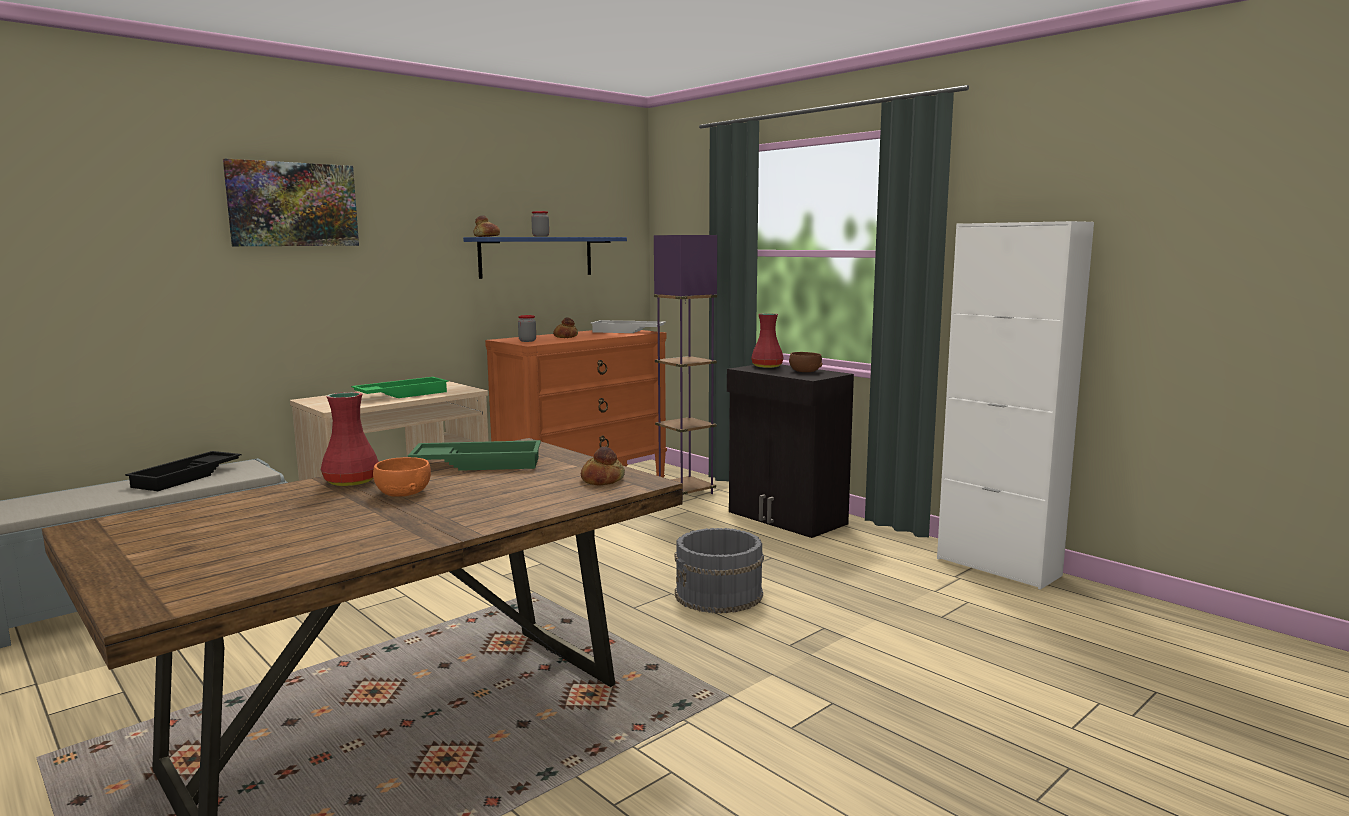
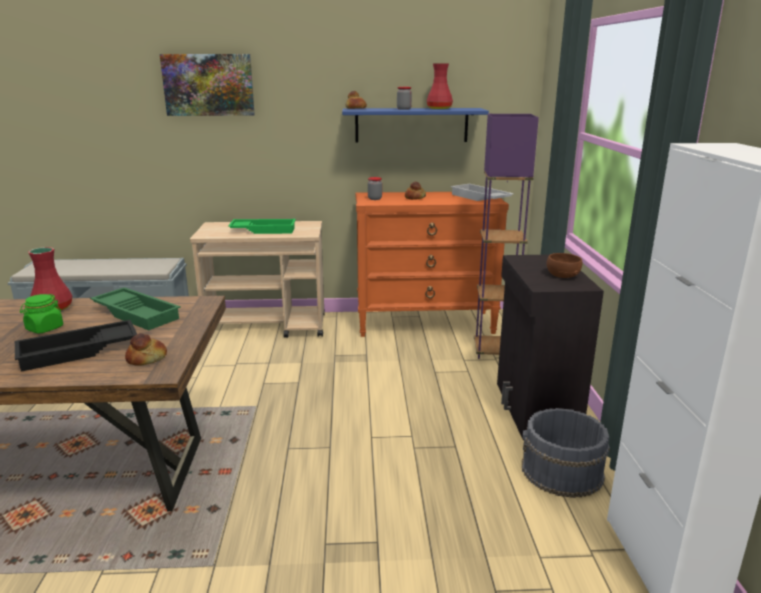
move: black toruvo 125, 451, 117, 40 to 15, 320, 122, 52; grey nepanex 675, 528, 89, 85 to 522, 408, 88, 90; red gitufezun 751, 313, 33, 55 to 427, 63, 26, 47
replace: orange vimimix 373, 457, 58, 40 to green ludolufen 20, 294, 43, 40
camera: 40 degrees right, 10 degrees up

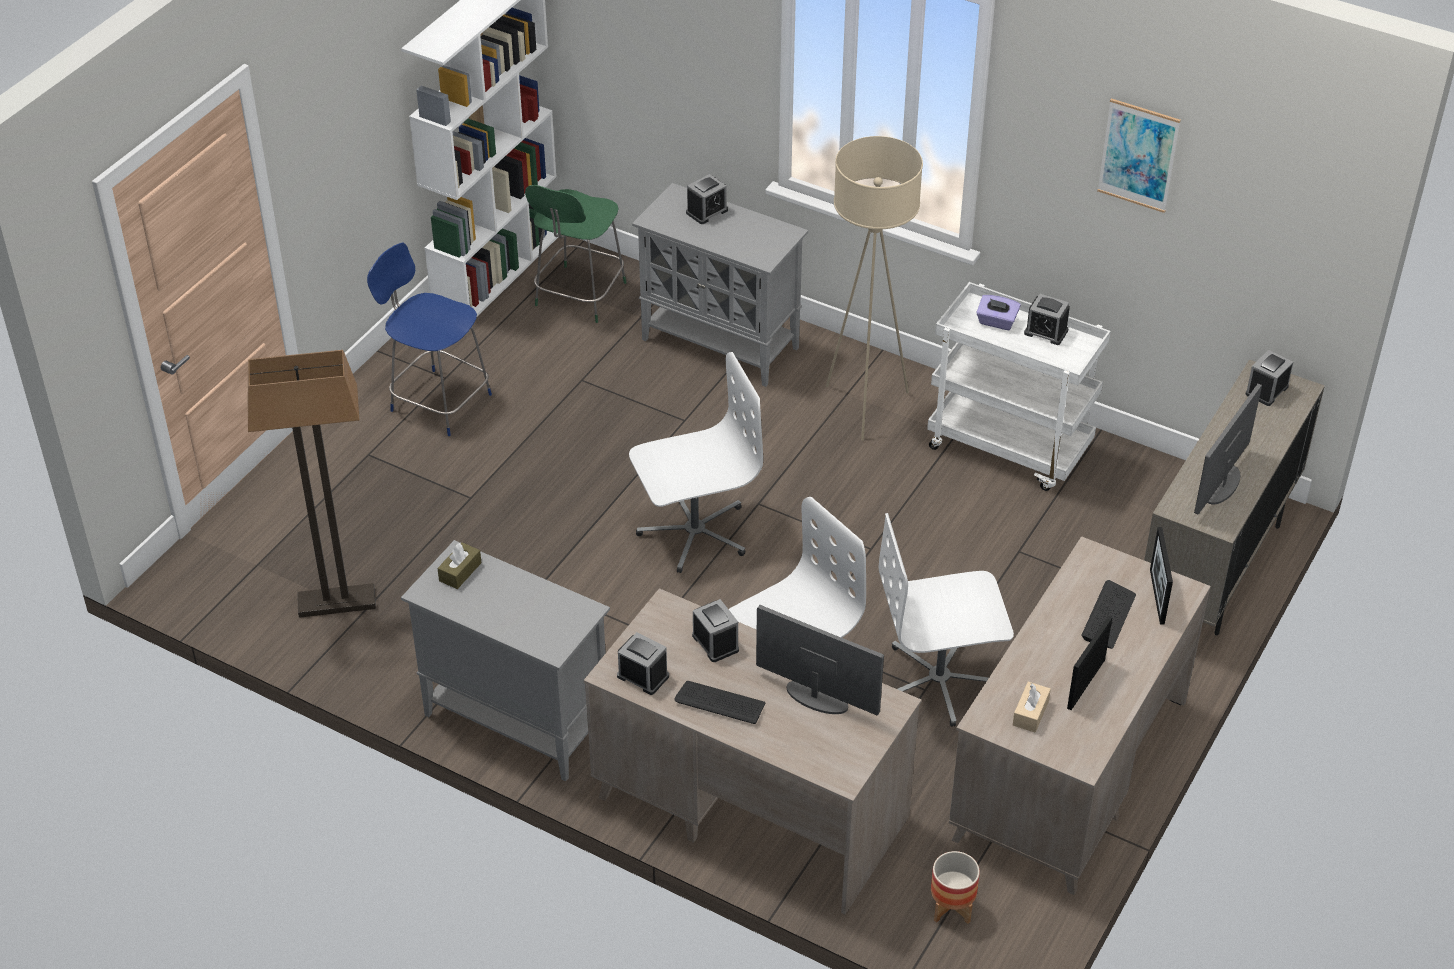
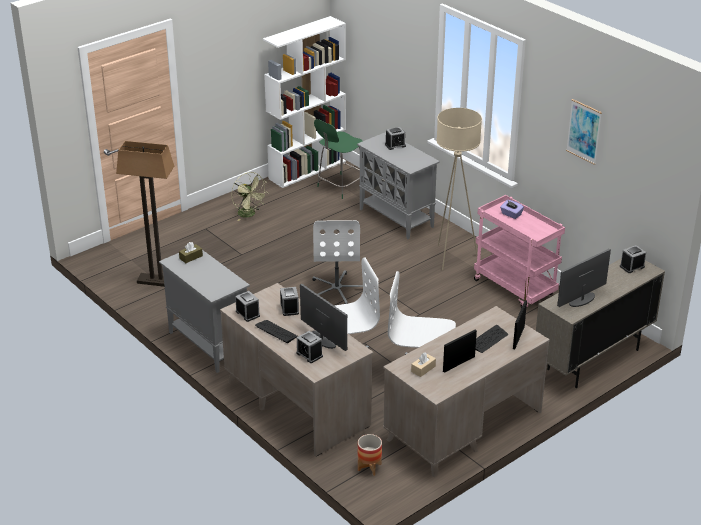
move: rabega 1024, 294, 46, 51 to 296, 331, 27, 32
replace: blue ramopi 367, 242, 125, 194 to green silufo 232, 172, 36, 49
recolor: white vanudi 927, 282, 184, 209 to pink vanudi 474, 195, 91, 113
rotate: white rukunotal 629, 352, 134, 221 = 312, 220, 51, 84 90 degrees clockwise
camera: 20 degrees right, 10 degrees down

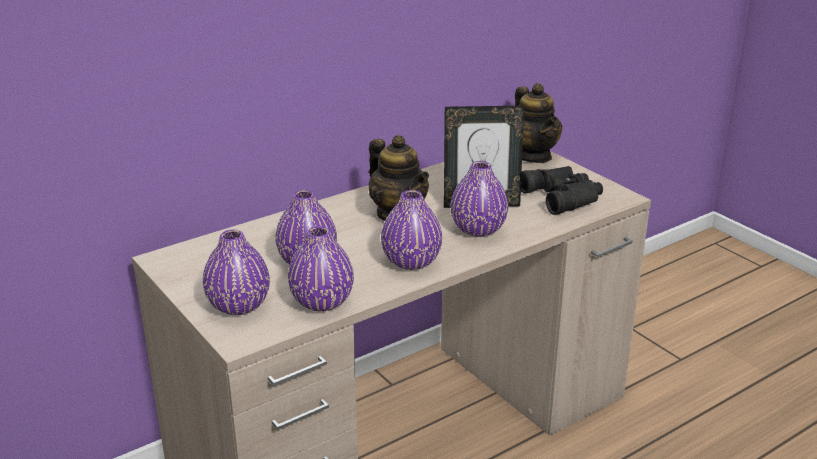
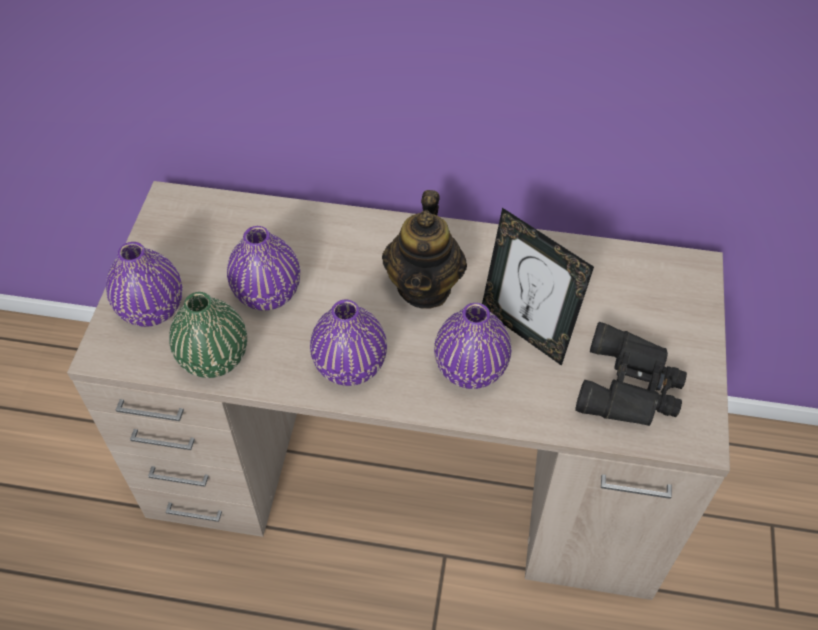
delete: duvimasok 515, 83, 48, 80
recolor: purple gitufezun 288, 226, 66, 86 to green gitufezun 169, 292, 78, 86
camera: 45 degrees right, 25 degrees up

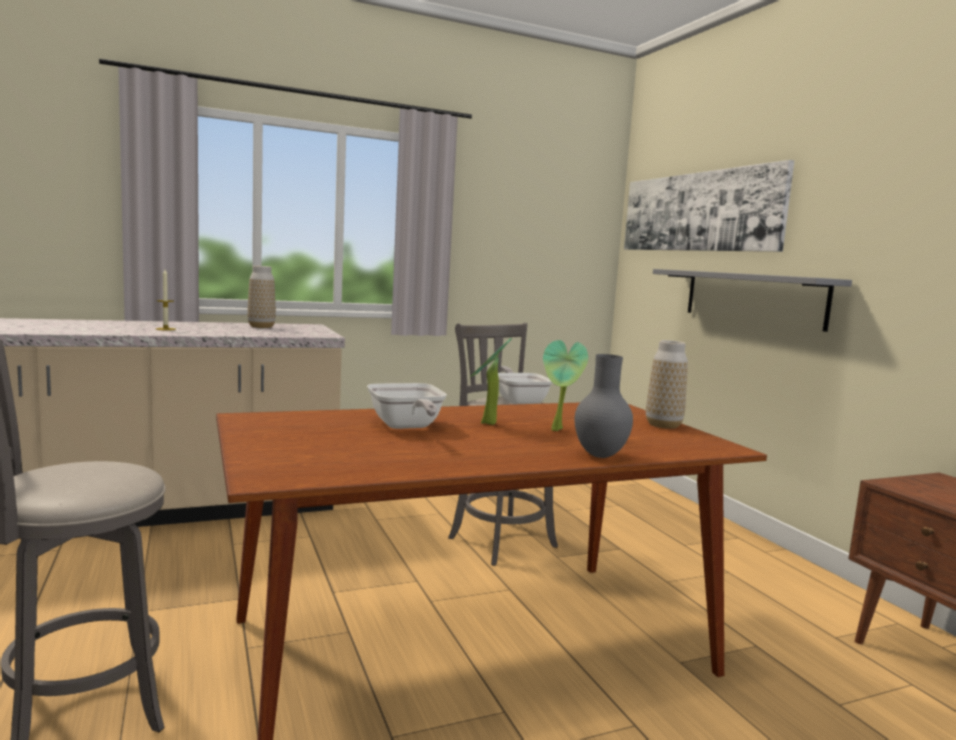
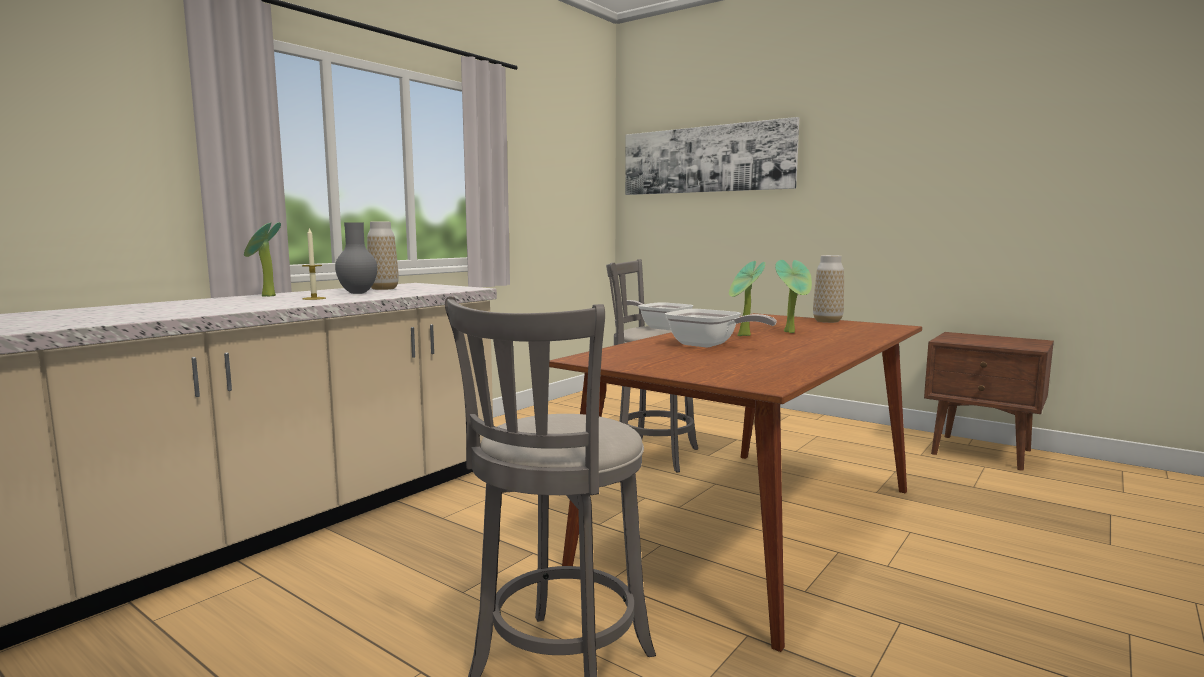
delete: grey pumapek 653, 269, 199, 63
insert: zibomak 244, 222, 37, 75
move: grey gitufezun 575, 354, 58, 104 to 335, 223, 42, 71
camera: 30 degrees left, 0 degrees up

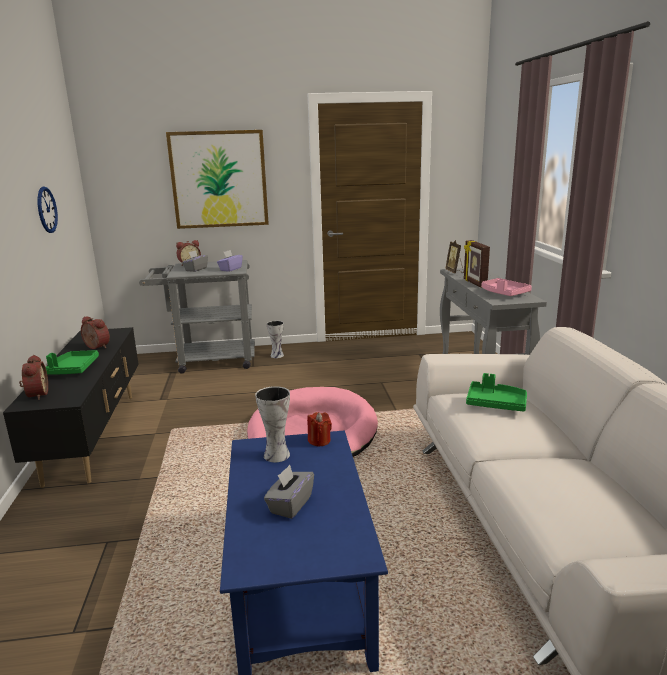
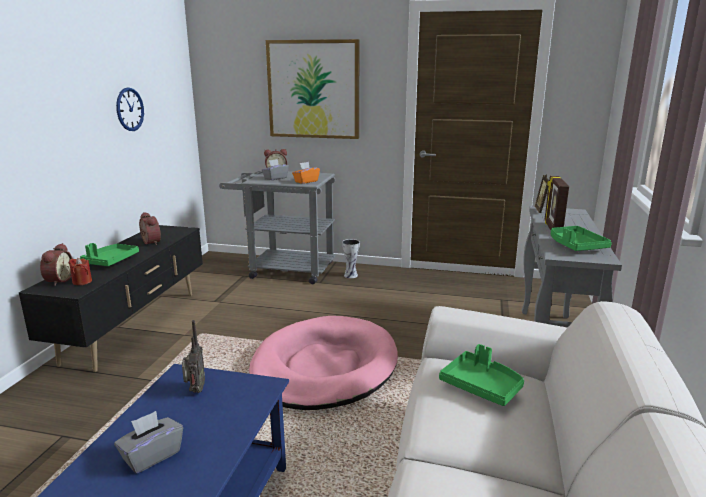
move: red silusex 307, 412, 25, 34 to 69, 258, 23, 27
replace: gitufezun 255, 386, 35, 76 to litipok 182, 320, 23, 73
recolor: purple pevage 217, 250, 26, 22 to orange pevage 292, 162, 28, 22; pink toruvo 481, 278, 51, 18 to green toruvo 551, 226, 61, 25
camera: 20 degrees right, 0 degrees up

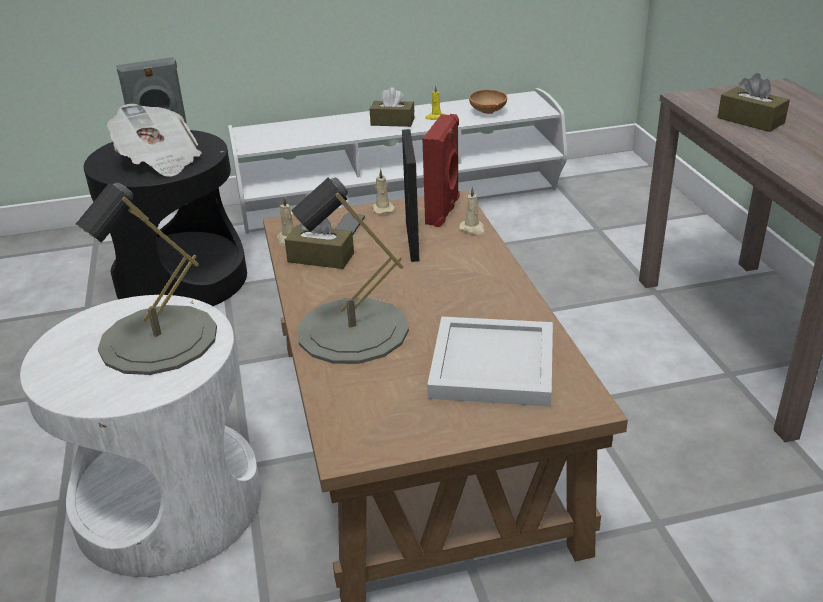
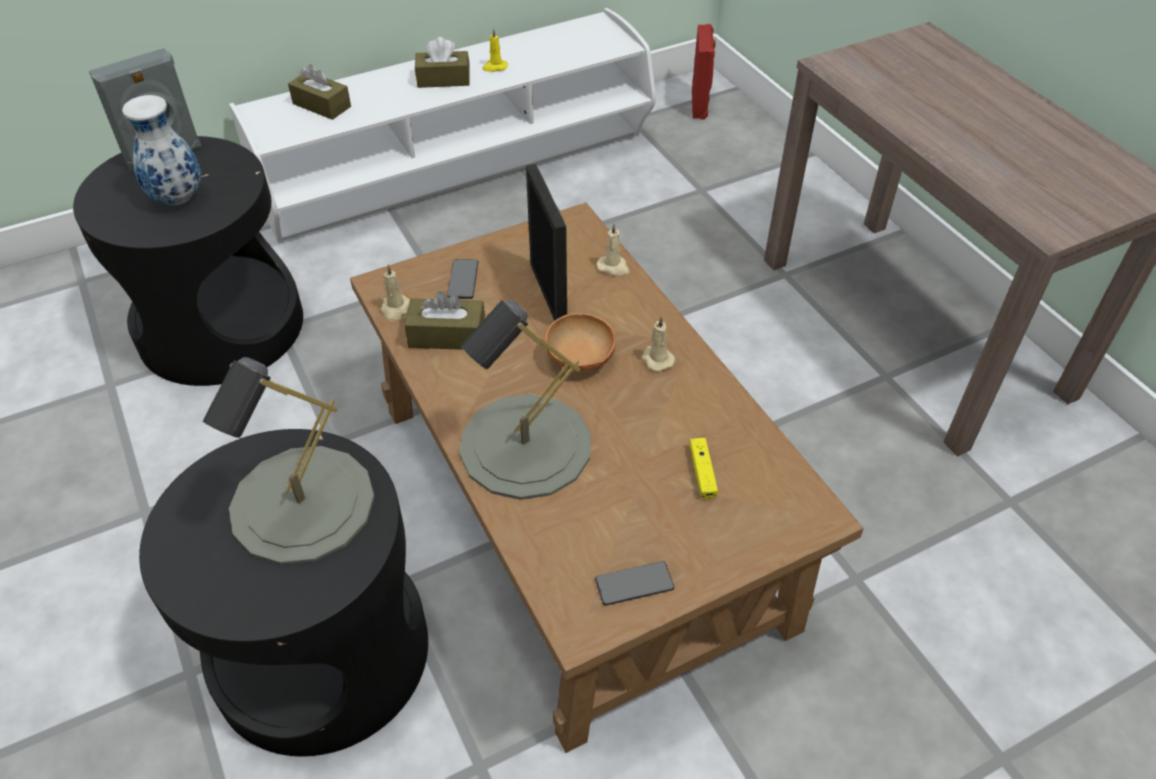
insert: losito 595, 561, 79, 44
move: beige silusex 372, 169, 23, 45 to 642, 316, 33, 55; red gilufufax 423, 114, 36, 113 to 692, 24, 24, 96; brown vimimix 469, 89, 38, 25 to 545, 313, 71, 59; brown pevage 718, 73, 72, 59 to 288, 64, 63, 56
replace: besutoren 107, 104, 95, 73 to gitufezun 122, 95, 79, 110; white toruvo 427, 317, 126, 90 to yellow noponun 690, 438, 28, 61
recolor: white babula 20, 295, 241, 282 to black babula 139, 429, 289, 327
camera: 15 degrees left, 15 degrees up

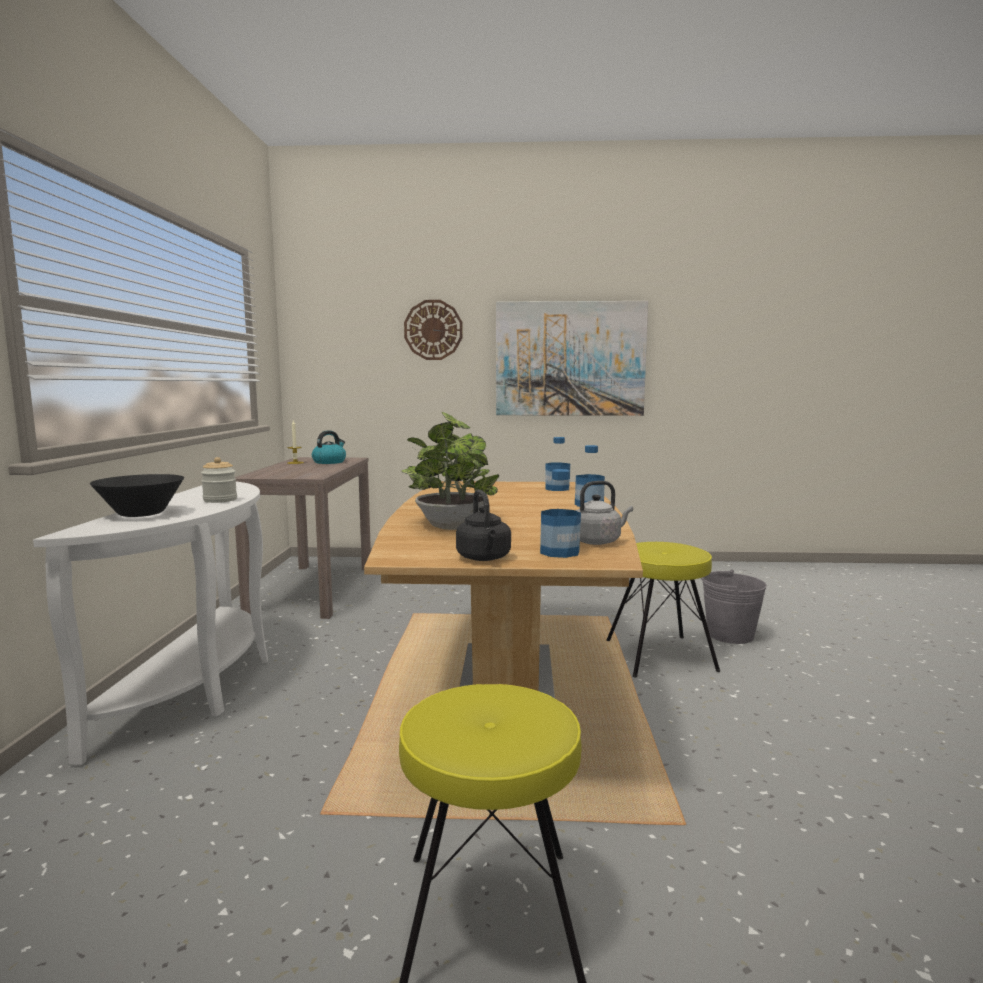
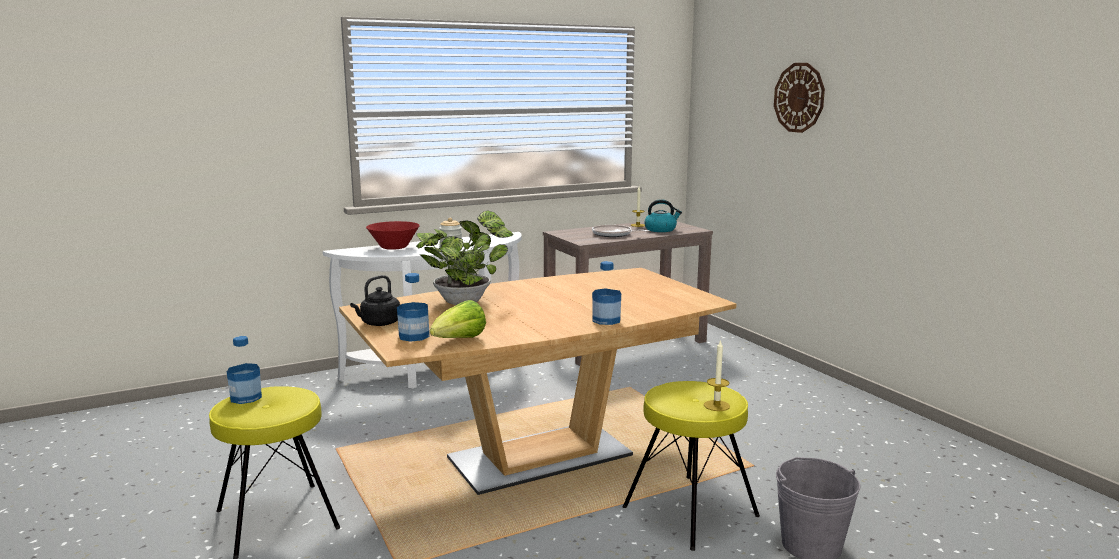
delete: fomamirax 496, 301, 152, 115
insert: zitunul 592, 225, 57, 12; silusex 704, 339, 26, 72
move: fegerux 545, 437, 25, 54 to 227, 336, 35, 68
replace: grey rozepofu 575, 481, 58, 64 to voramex 430, 300, 56, 38
recolor: black vimimix 90, 474, 94, 43 to red vimimix 366, 221, 54, 29
camera: 60 degrees right, 5 degrees up

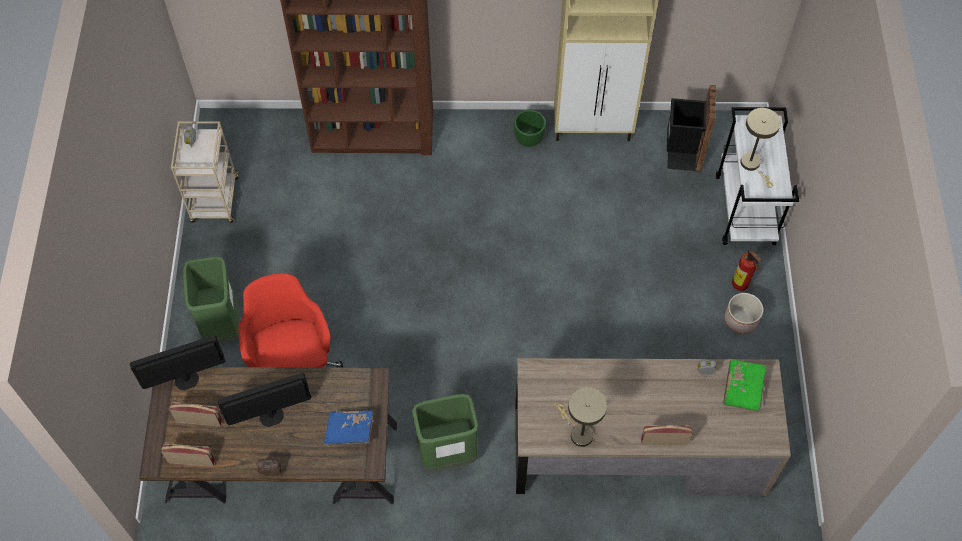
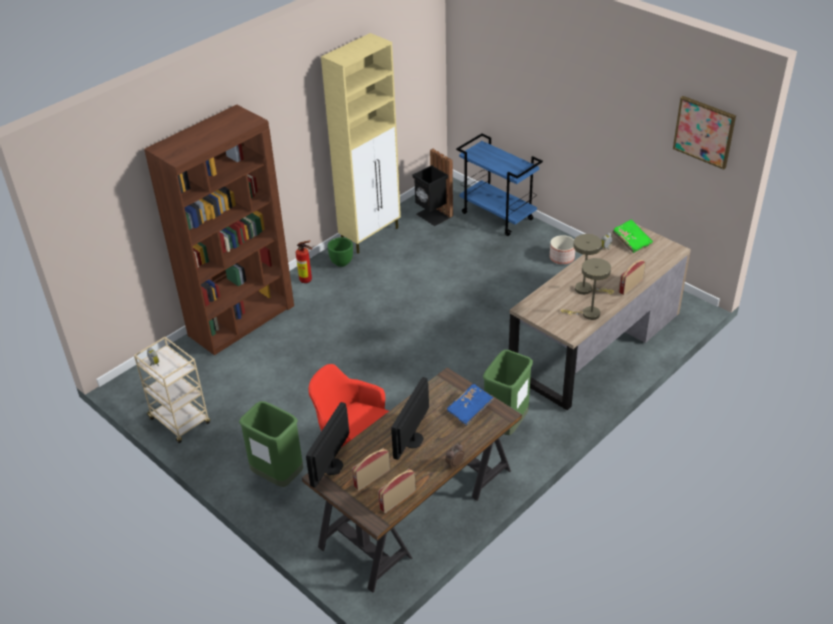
insert: fomamirax 673, 96, 63, 74
move: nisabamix 732, 250, 29, 41 to 296, 240, 17, 43; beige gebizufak 740, 108, 41, 80 to 573, 234, 41, 61
recolor: white vanudi 716, 107, 83, 138 to blue vanudi 456, 133, 87, 103
camera: 45 degrees left, 20 degrees down

